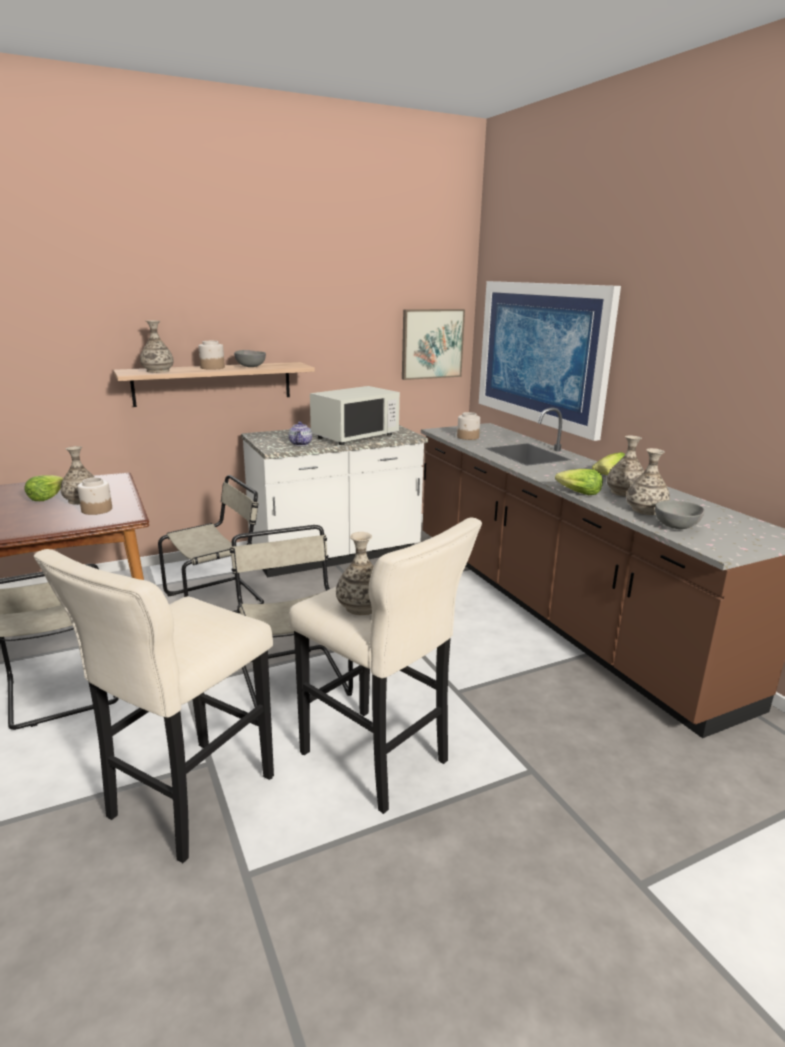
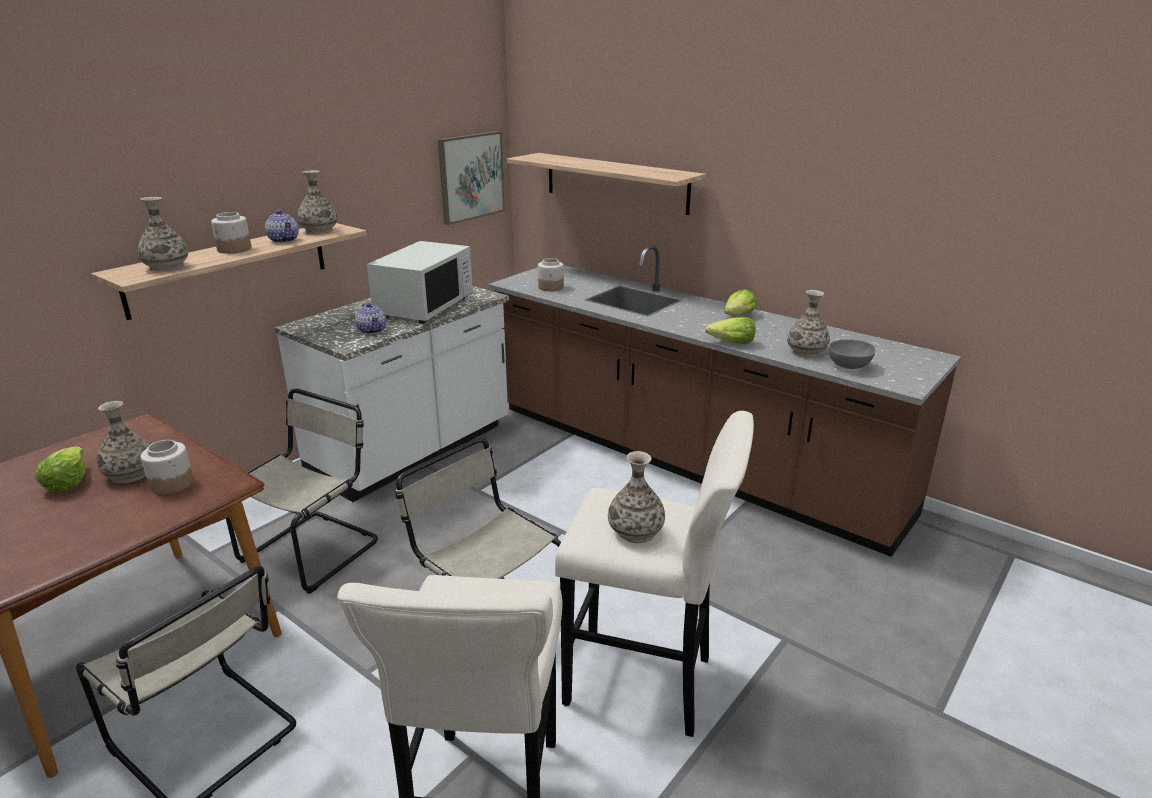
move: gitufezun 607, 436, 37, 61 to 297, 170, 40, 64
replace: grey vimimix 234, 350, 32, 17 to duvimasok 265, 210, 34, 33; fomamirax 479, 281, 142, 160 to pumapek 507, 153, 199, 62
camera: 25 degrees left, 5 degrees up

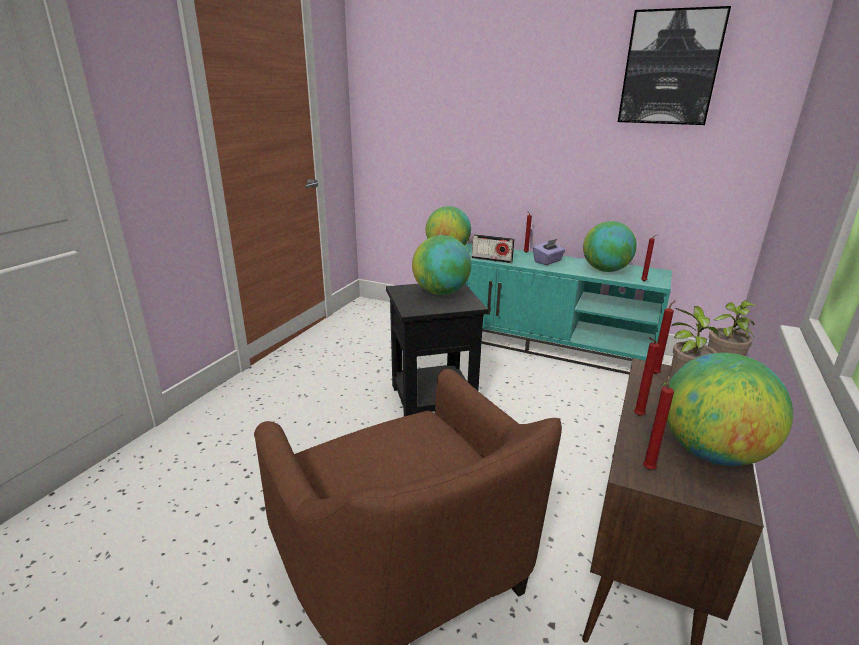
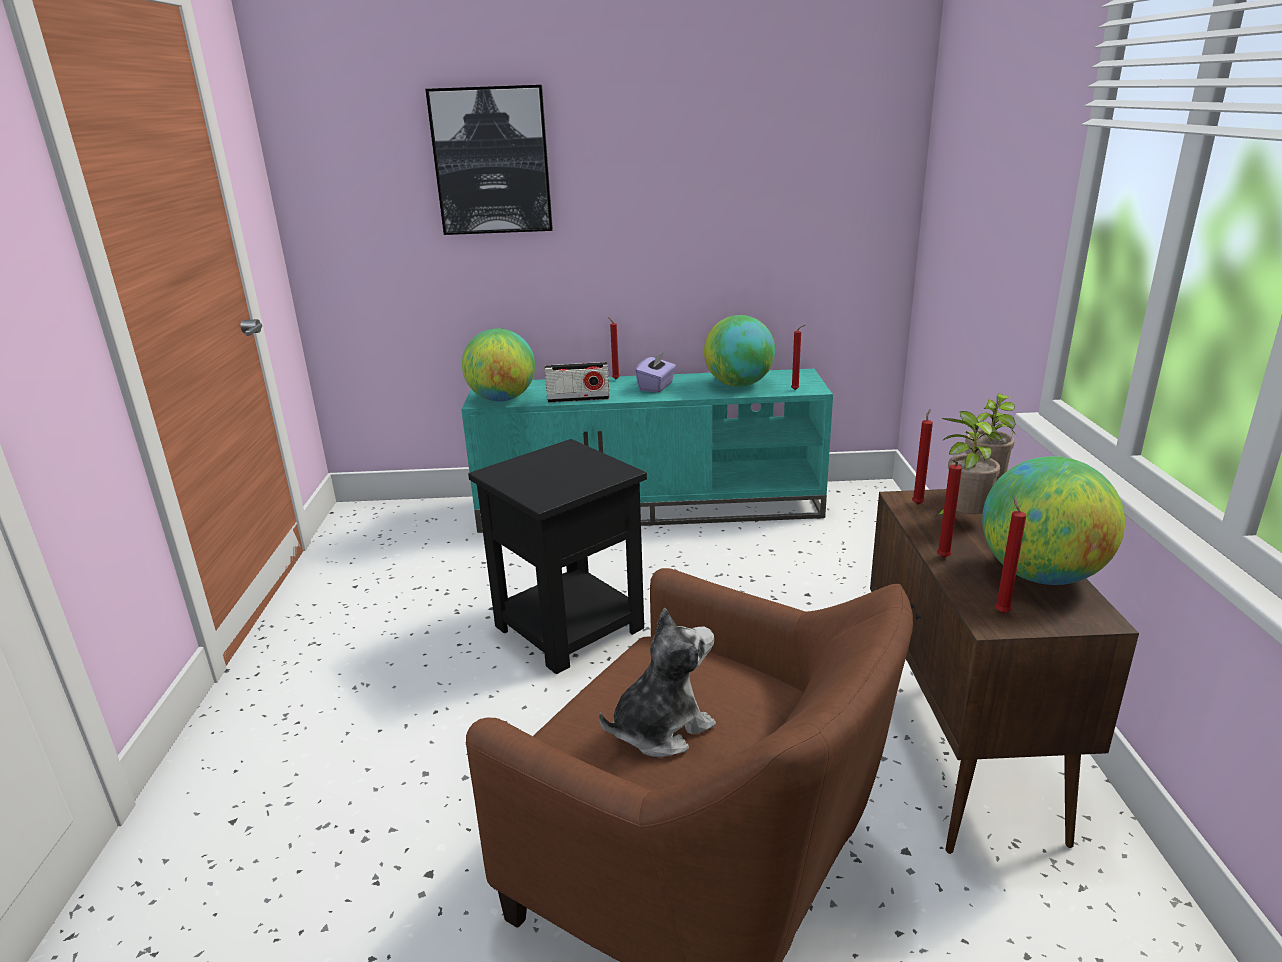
delete: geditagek 412, 235, 59, 60
insert: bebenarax 599, 608, 117, 149
move: fomamirax 618, 6, 113, 119 to 425, 85, 128, 150
camera: 25 degrees left, 0 degrees up

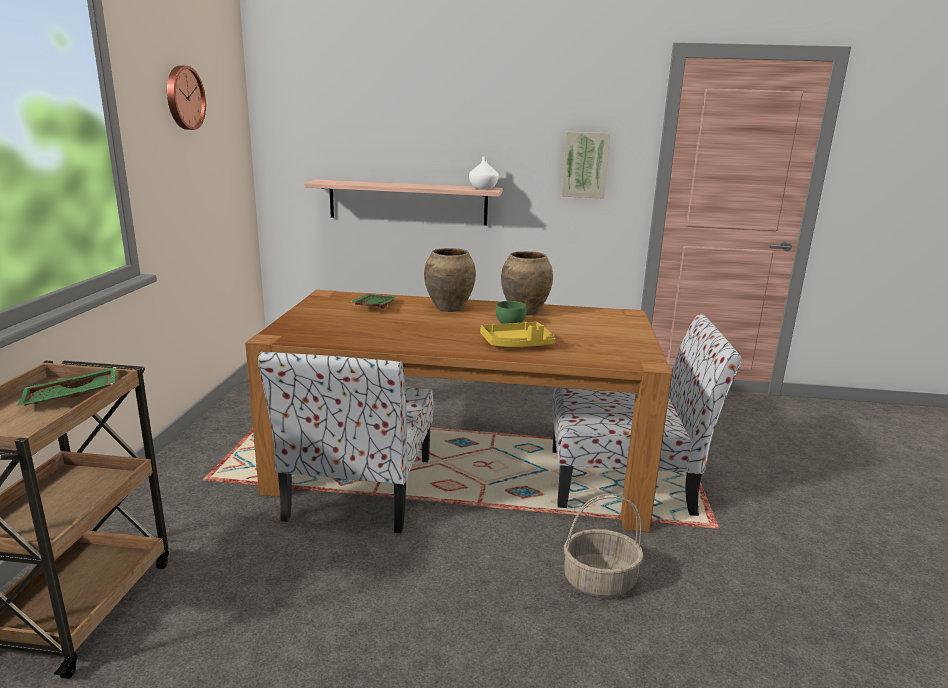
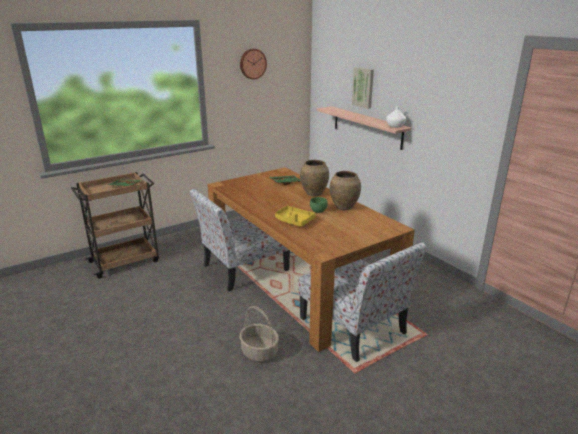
move: fomamirax 562, 132, 48, 67 to 352, 67, 22, 42
camera: 50 degrees right, 5 degrees up

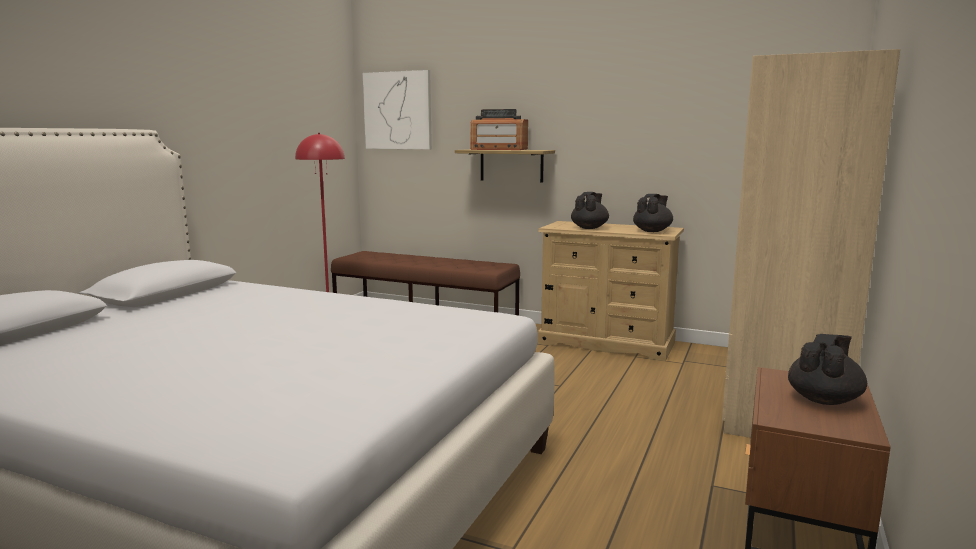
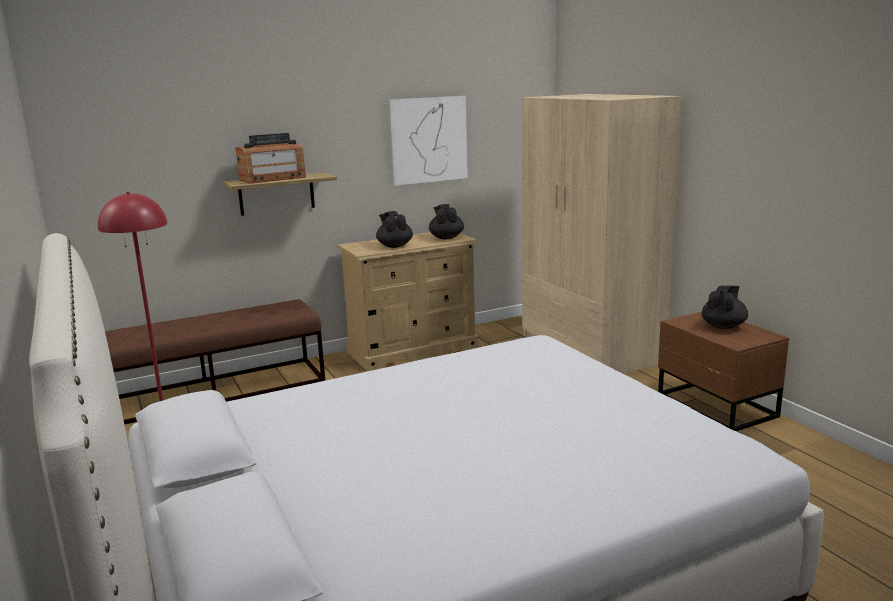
move: fomamirax 363, 70, 69, 79 to 388, 96, 80, 90
rotate: black duvimasok 788, 334, 79, 71 = 702, 286, 46, 43 45 degrees clockwise
camera: 50 degrees left, 5 degrees up

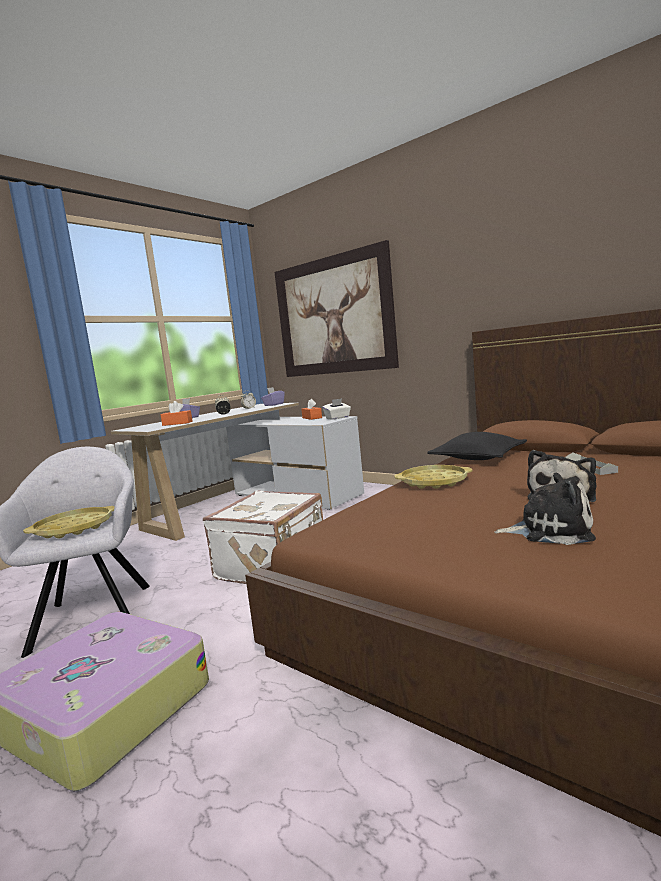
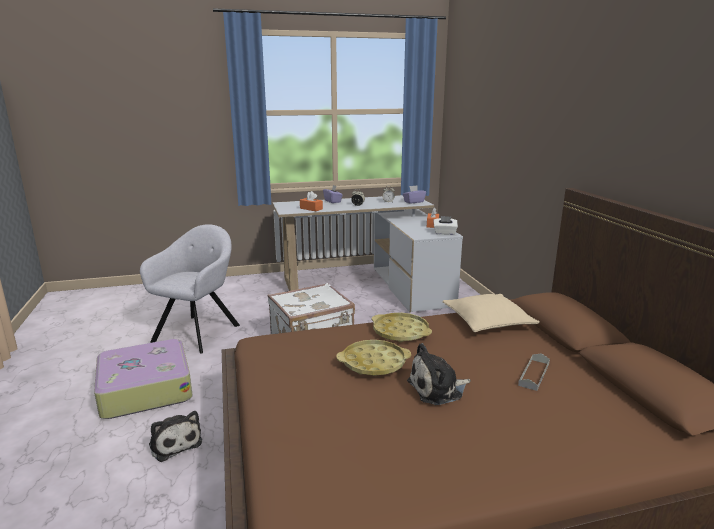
delete: fomamirax 274, 240, 125, 137
move: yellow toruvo 23, 506, 92, 32 to 337, 340, 74, 36; bebenarax 494, 473, 102, 72 to 149, 411, 53, 51
recolor: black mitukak 427, 432, 100, 28 to beige mitukak 442, 294, 97, 38
camera: 35 degrees right, 10 degrees up

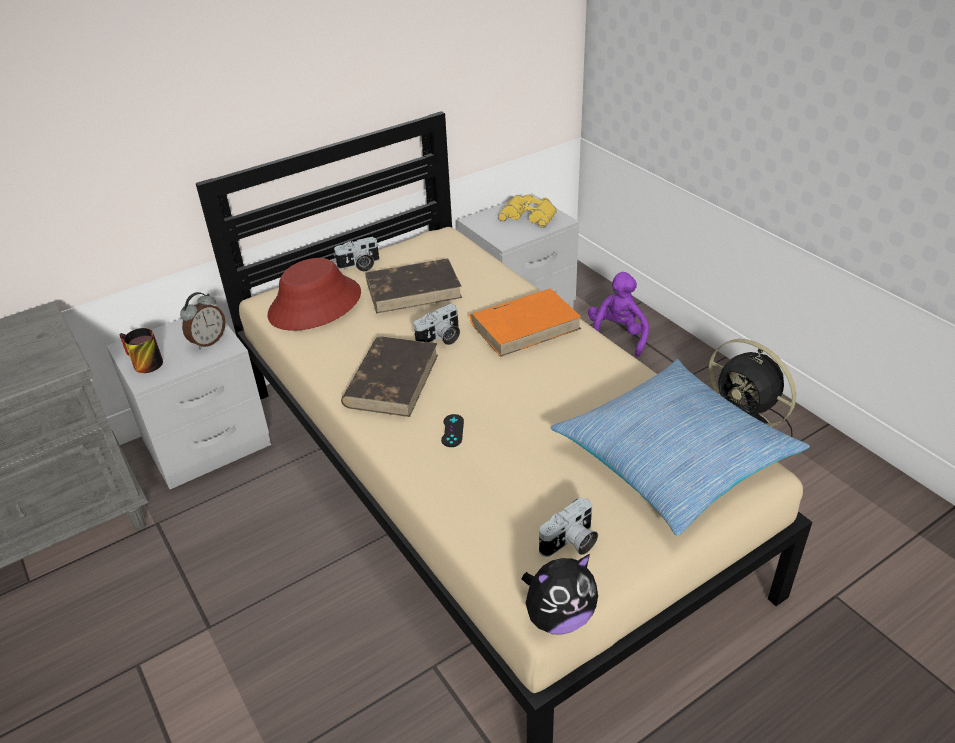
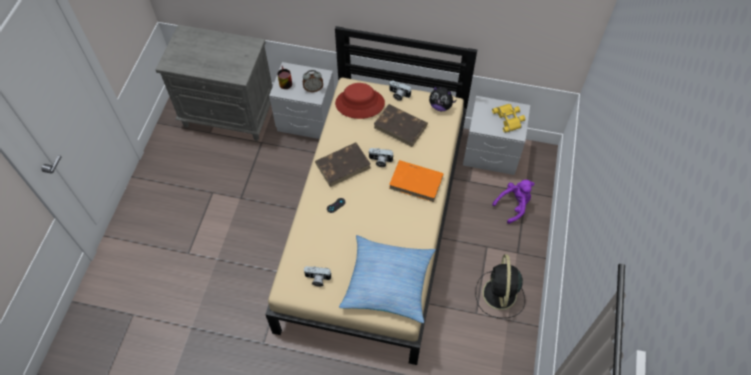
move: bebenarax 522, 554, 76, 81 to 429, 86, 27, 25
camera: 45 degrees right, 20 degrees up

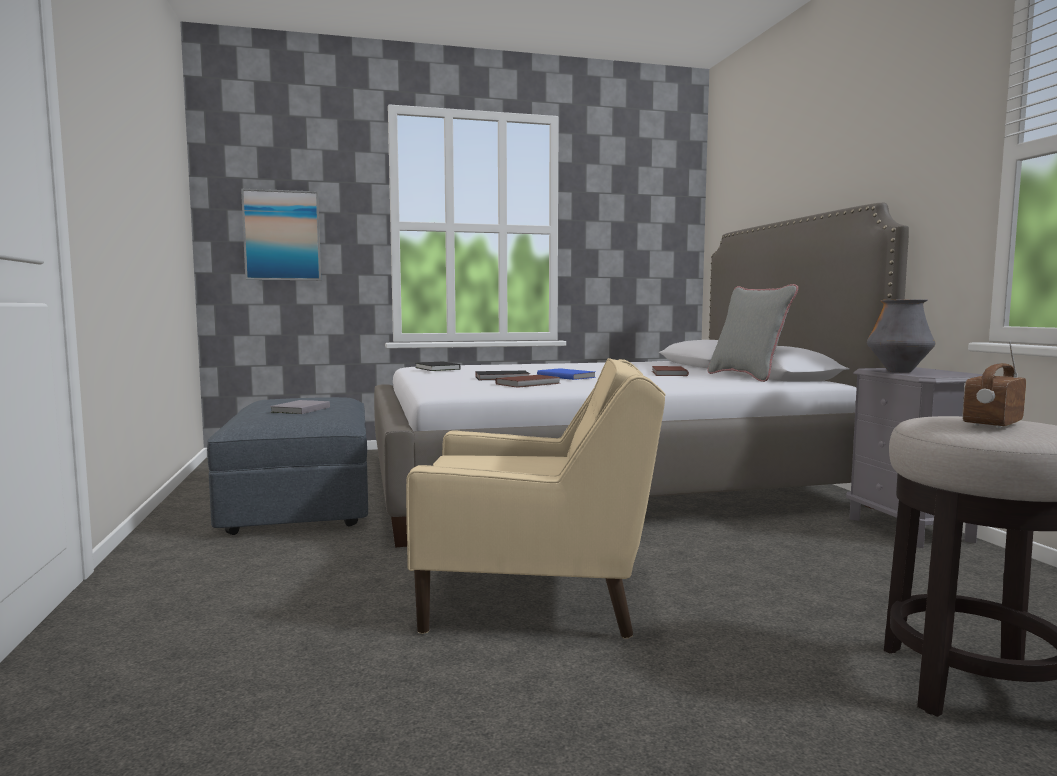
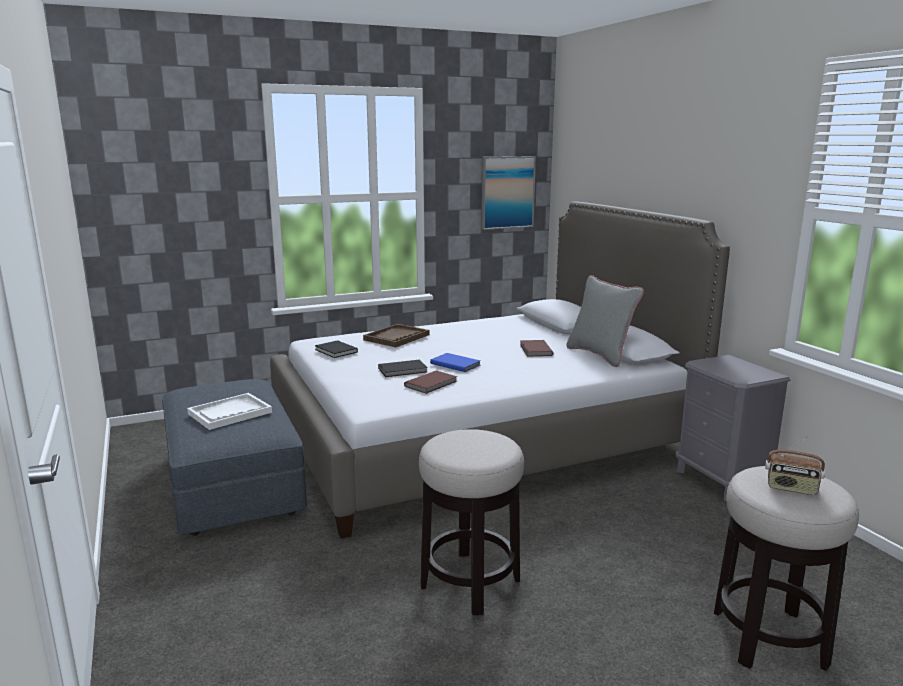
delete: gitufezun 867, 299, 68, 74
insert: brown toruvo 363, 324, 67, 23
move: fomamirax 241, 189, 80, 92 to 482, 156, 54, 74
replace: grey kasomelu 270, 400, 60, 14 to white toruvo 187, 393, 85, 37; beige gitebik 406, 358, 260, 281 to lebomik 419, 429, 105, 187
rotate: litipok 963, 341, 63, 87 = 765, 436, 60, 59 105 degrees counterclockwise
camera: 10 degrees left, 10 degrees up

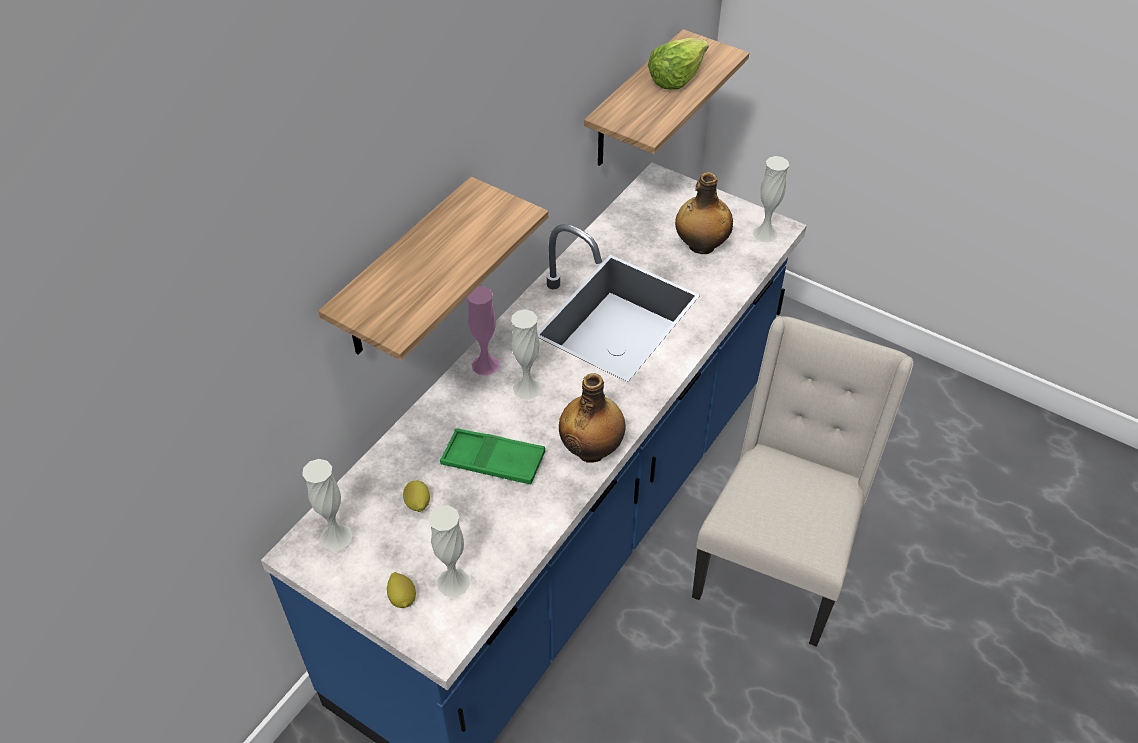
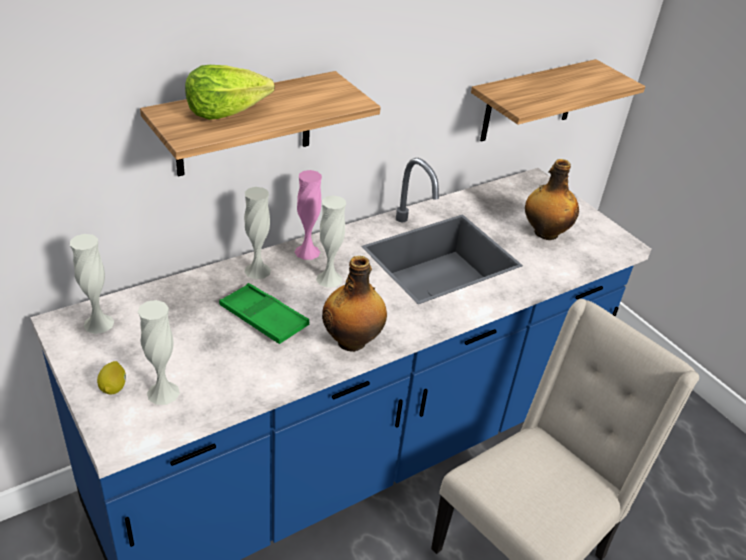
delete: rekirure 403, 481, 27, 31
move: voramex 648, 38, 61, 52 to 185, 65, 90, 55; white gitufezun 752, 156, 37, 86 to 244, 187, 27, 92
camera: 20 degrees right, 10 degrees down

